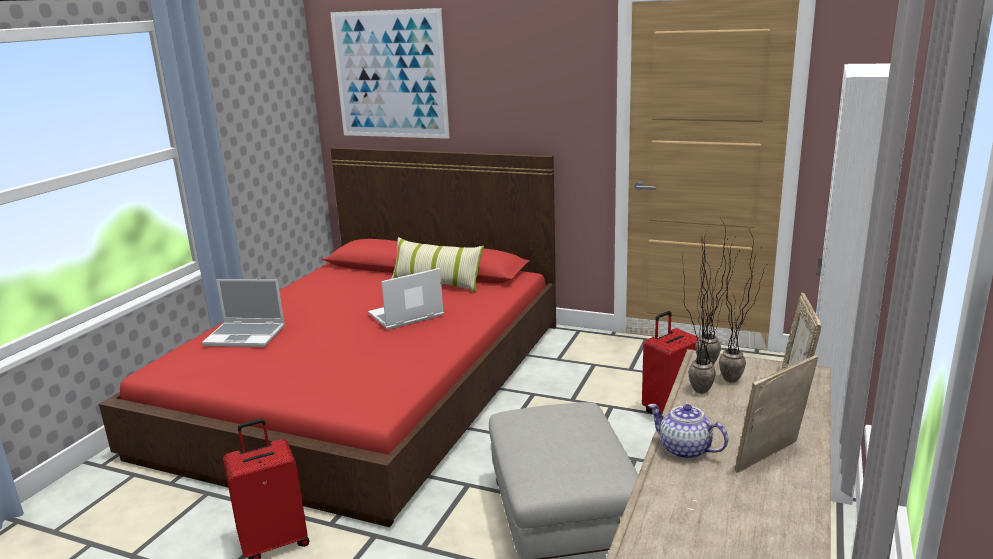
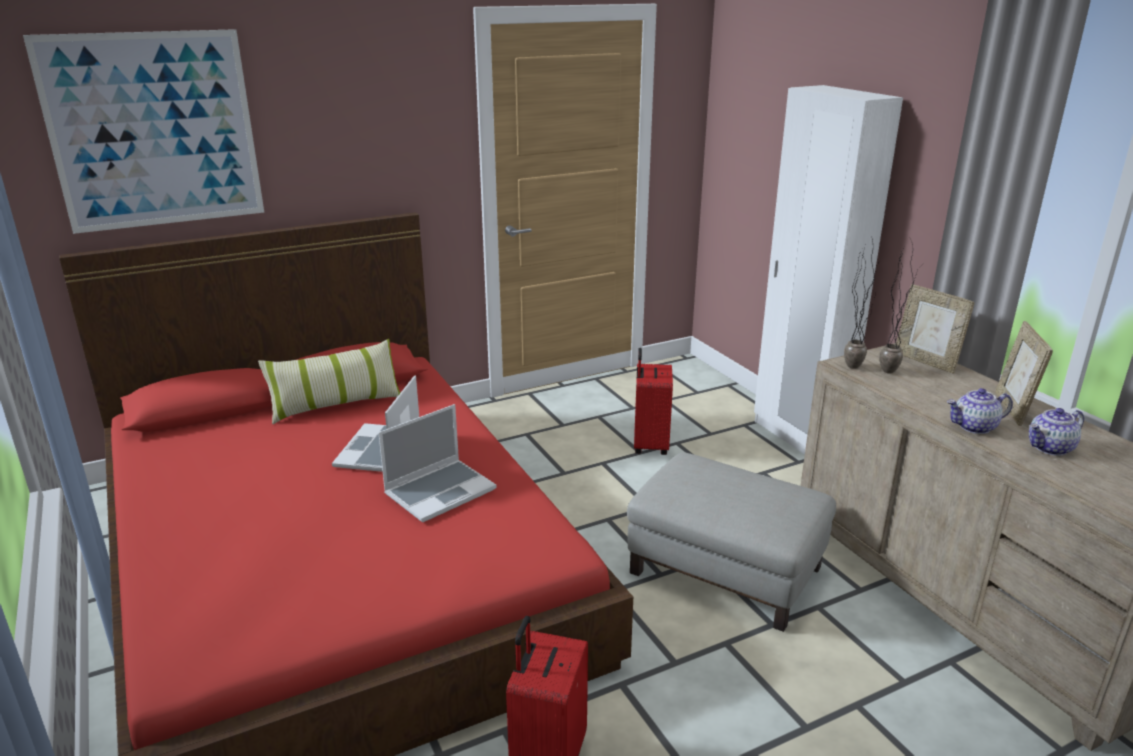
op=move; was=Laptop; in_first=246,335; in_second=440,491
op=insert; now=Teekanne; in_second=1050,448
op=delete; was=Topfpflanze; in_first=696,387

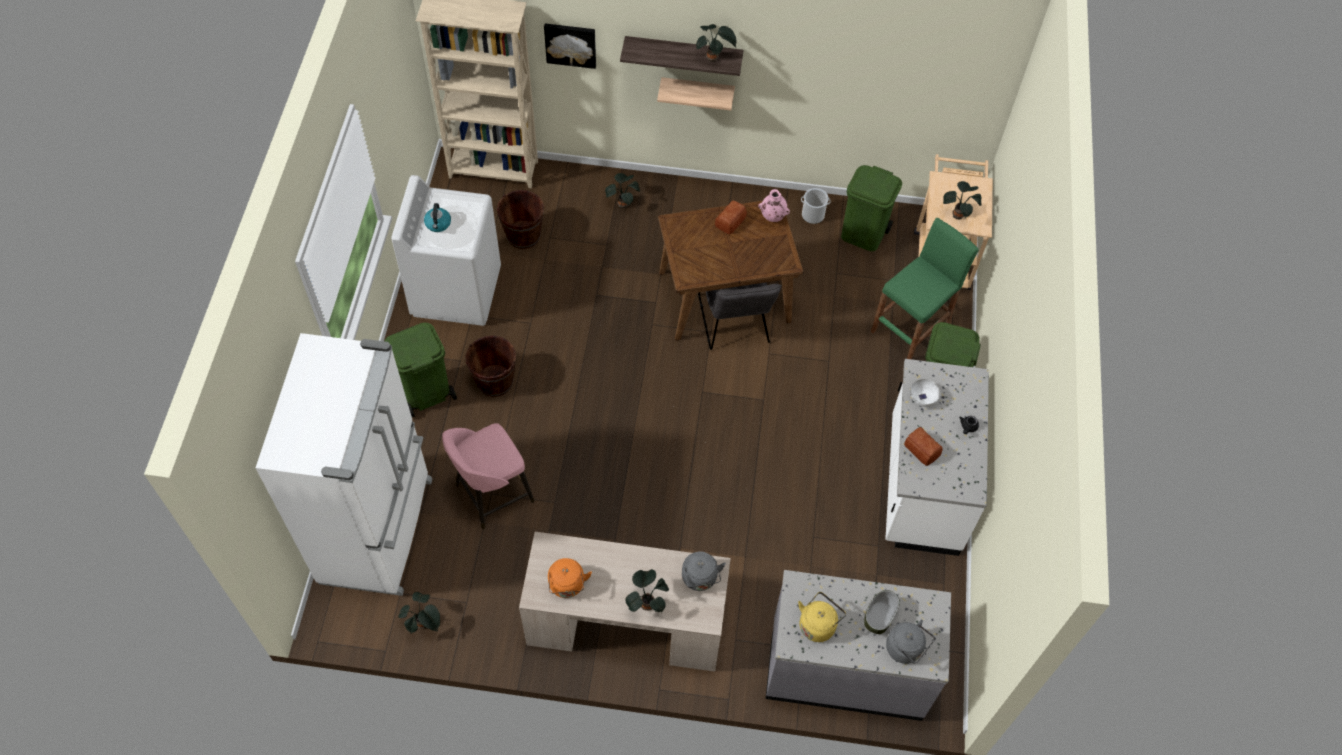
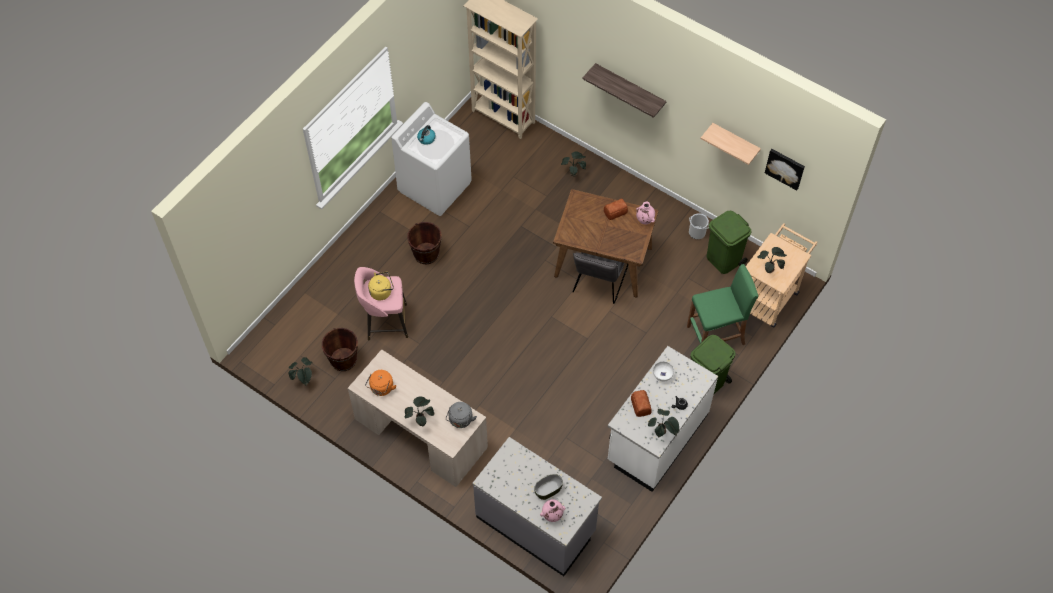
op=move; was=Eimer [braun]; in_first=523,235; in_second=343,360
op=move; was=Wasserkessel [gelb]; in_first=818,624; in_second=382,291
op=replace; was=Wasserkessel [grau]; now=Vase [rosa]; in_first=906,649; in_second=552,515
op=move; was=Topfpflanze; in_first=713,58; in_second=662,432
op=move; was=Wandregal; in_first=697,91; in_second=735,142
op=move; was=Bild; in_first=570,44; in_second=785,168
op=delete; was=Kühlschrank [weiß]; in_first=379,530
op=delete; was=Mülleimer [grün]; in_first=425,392

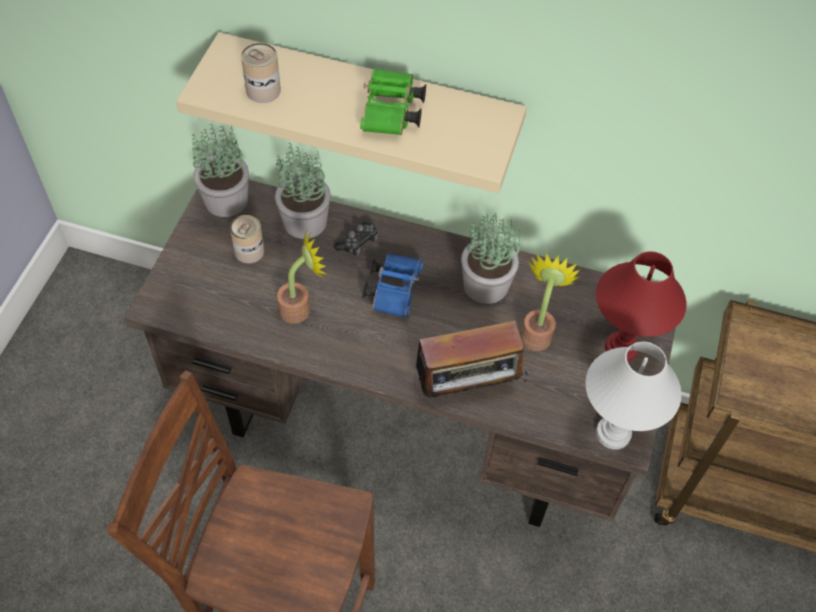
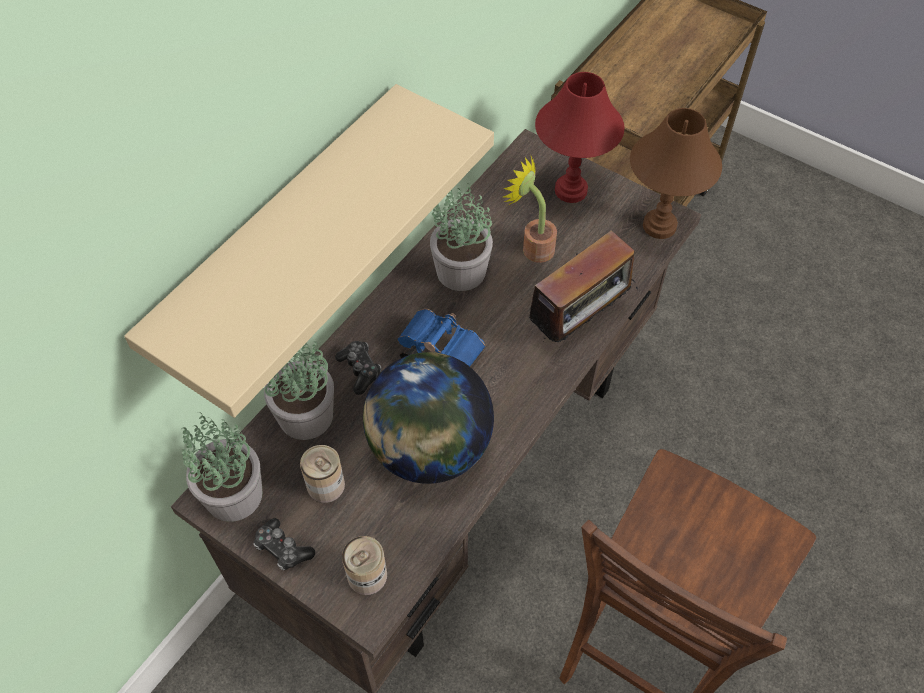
op=insert; now=Gamepad; in_second=283,549
op=move; was=Dose; in_first=263,90; in_second=367,575
op=replace; was=Topfpflanze; now=Globus; in_first=301,308; in_second=429,448
op=rotate; was=Radio; in_first=467,387; in_second=579,321; clockwise=45
op=recolor; was=Tischlampe [weiß]; now=Tischlampe [braun]; in_first=613,434; in_second=660,226
op=delete; was=Fernglas [grün]; in_first=391,115

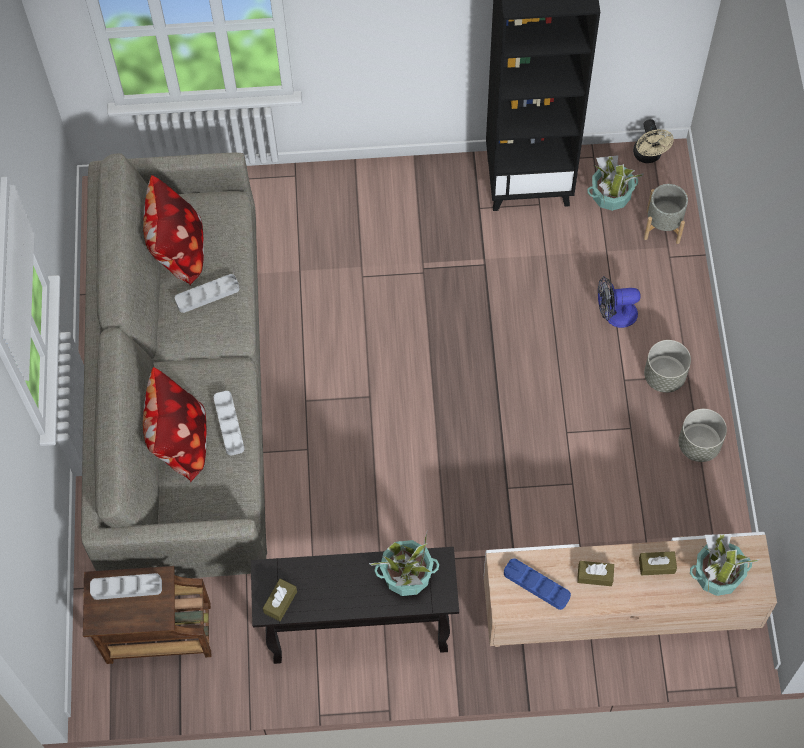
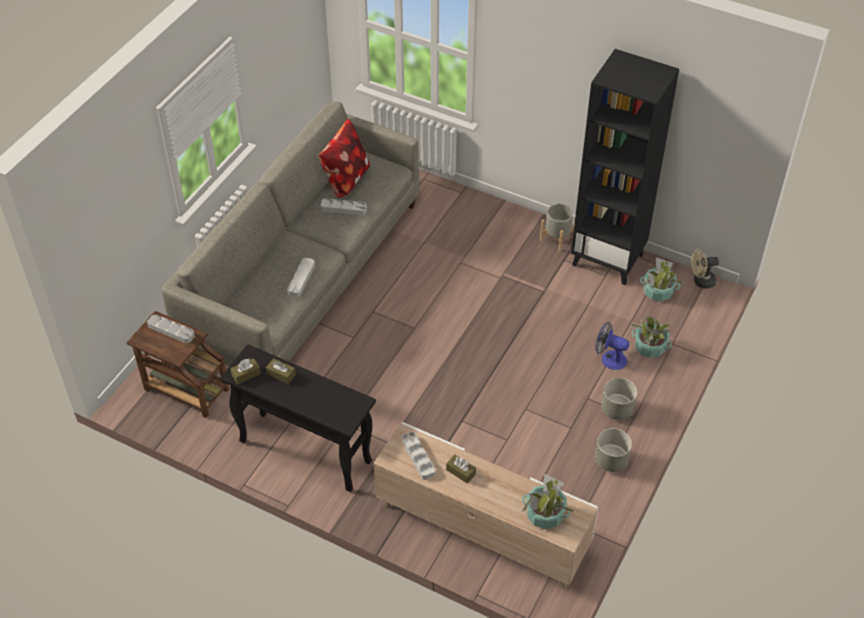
op=move; was=Taschentuchbox [braun]; in_first=656,566; in_second=281,374
op=recolor; was=Tablett [blau]; now=Tablett [grau]; in_first=536,585; in_second=418,457
op=move; was=Pflanzkübel [grau]; in_first=663,226; in_second=557,239
op=move; was=Topfpflanze; in_first=407,575; in_second=649,347
op=rotate; was=Ventilator [beige]; in_first=648,156; in_second=700,281; clockwise=60
op=delete; was=Kissen; in_first=180,442

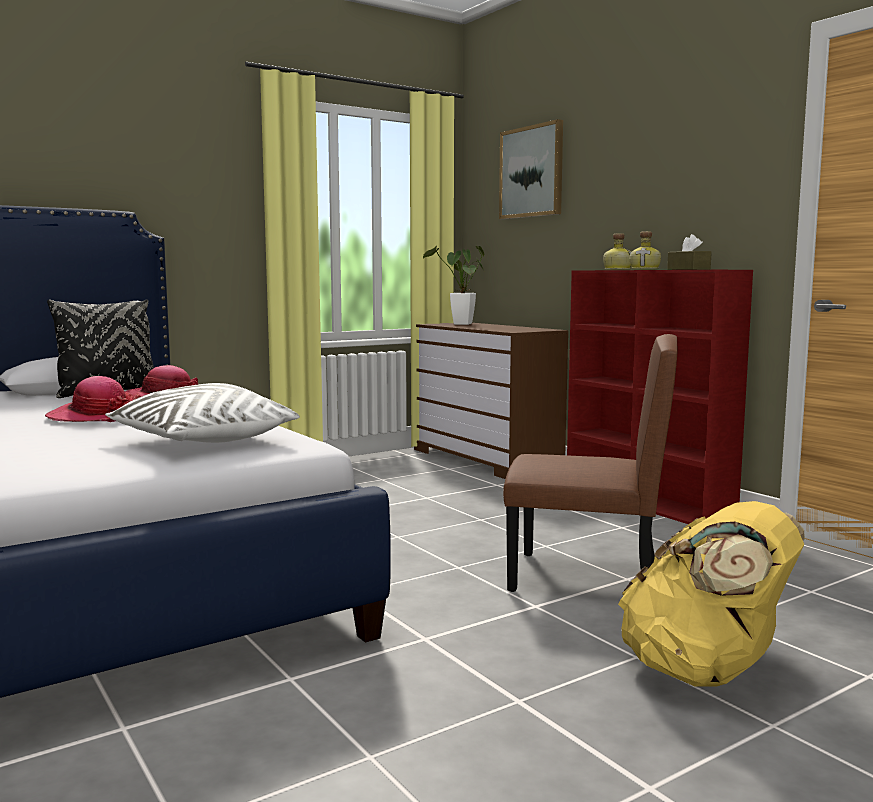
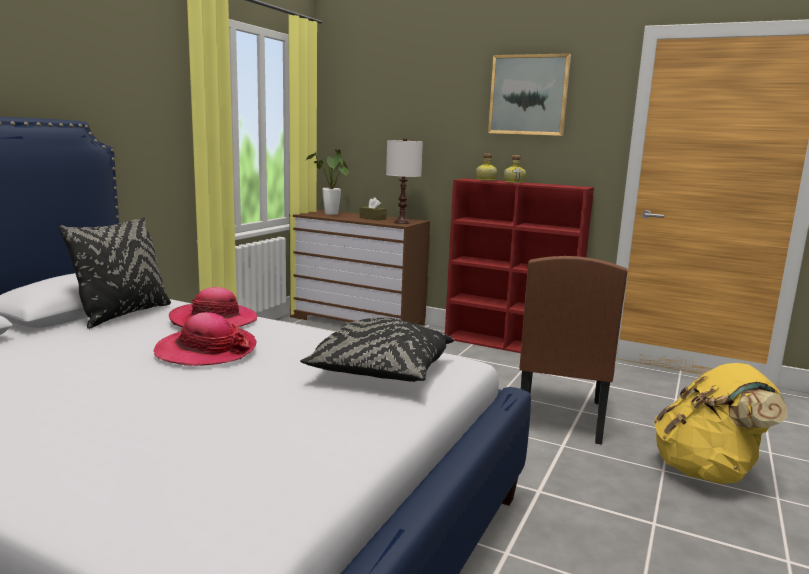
op=recolor; was=Kissen [weiß]; now=Kissen [schwarz]; in_first=202,442; in_second=381,372
op=move; was=Taschentuchbox [braun]; in_first=688,269; in_second=372,218
op=insert; now=Tischlampe [weiß]; in_second=401,222
op=move; was=Bild; in_first=532,172; in_second=528,95
op=rotate; was=Stuhl [braun]; in_first=585,579; in_second=559,416; clockwise=120

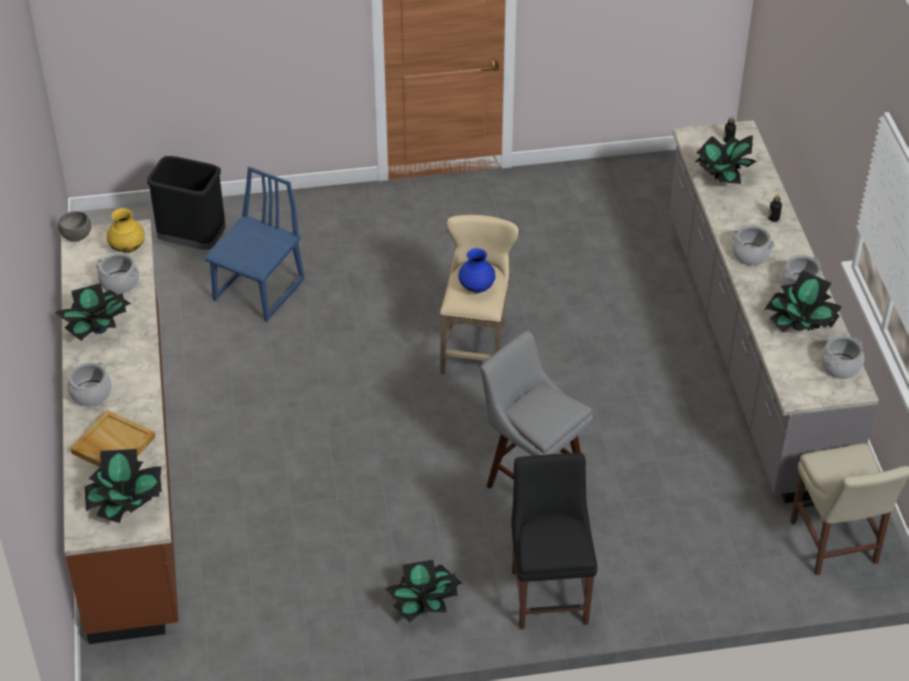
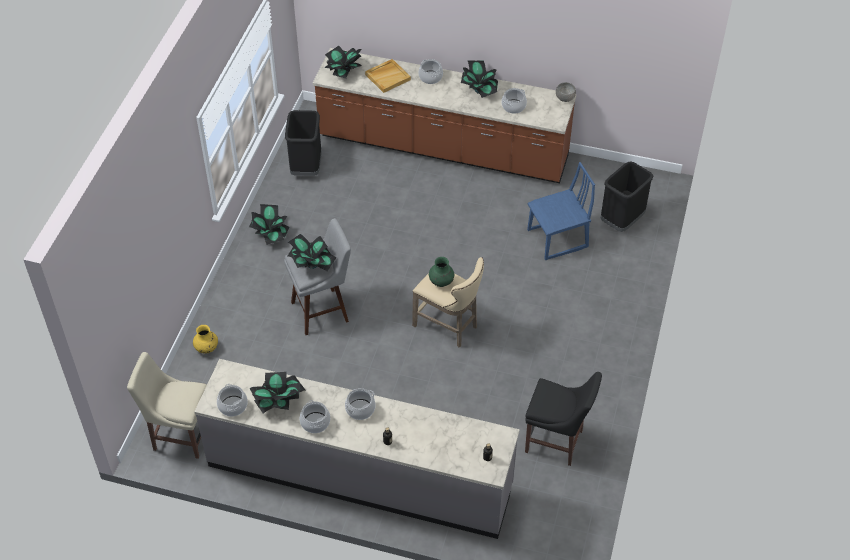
op=move; was=Vase [gelb]; in_first=128,248; in_second=207,348
op=insert; now=Mülleimer [schwarz]; in_second=306,167
op=move; was=Topfpflanze; in_first=722,177; in_second=312,265
op=recolor; was=Vase [blau]; now=Vase [grün]; in_first=476,288; in_second=441,282
op=move; was=Stuhl [schwarz]; in_first=549,593; in_second=557,442
op=rotate; was=Stuhl [blau]; in_first=259,290; in_second=557,239; clockwise=-75

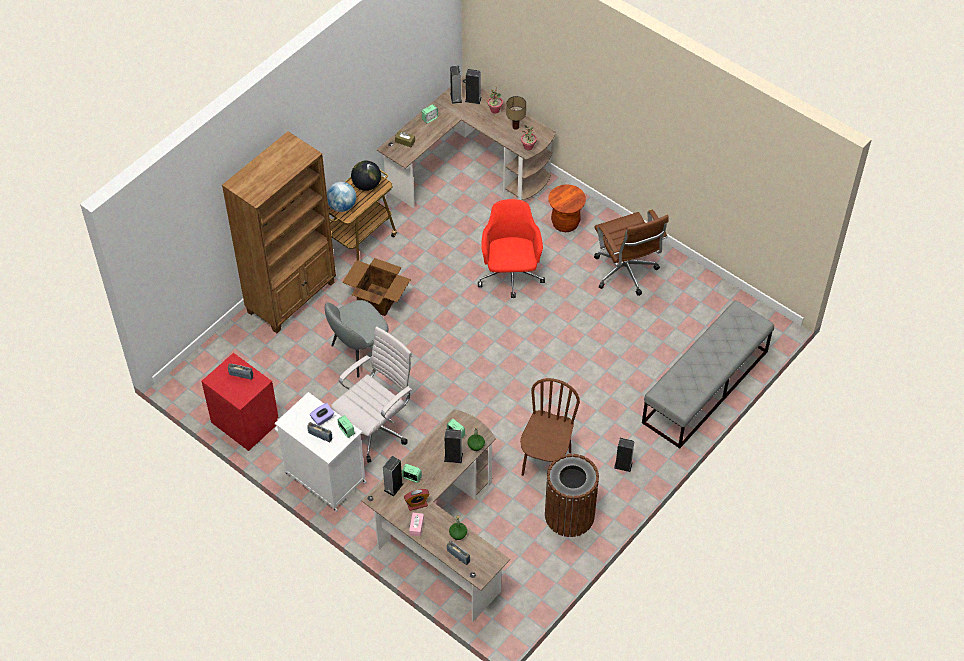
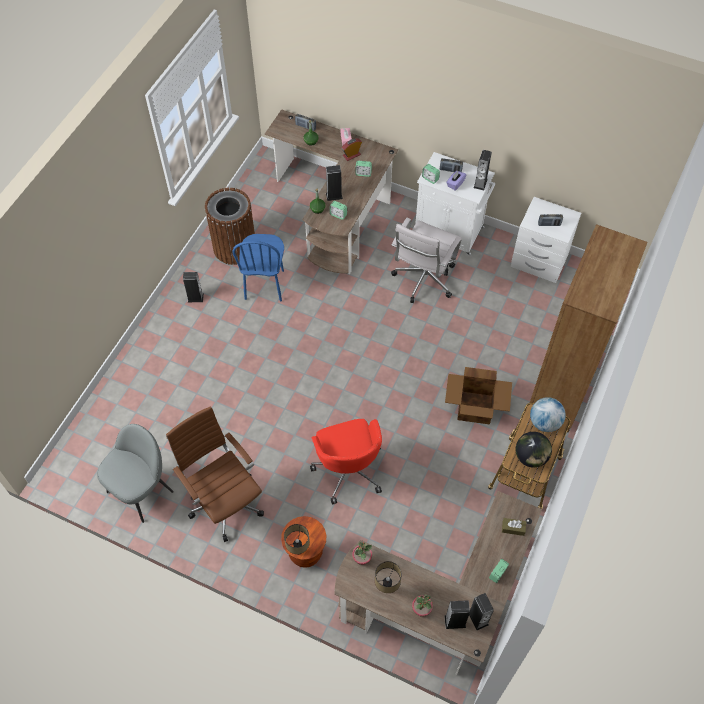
op=move; was=Stuhl [grau]; in_first=359,352; in_second=141,490
op=recolor; was=Stuhl [braun]; now=Stuhl [blau]; in_first=545,463; in_second=264,285
op=insert; now=Tischlampe; in_second=298,550
op=move; was=Lautsprecher; in_first=393,487; in_second=480,183
op=recolor; was=Nachttisch [rot]; now=Nachttisch [weiß]; in_first=245,422; in_second=538,262
op=delete; was=Bank [grau]; in_first=705,387

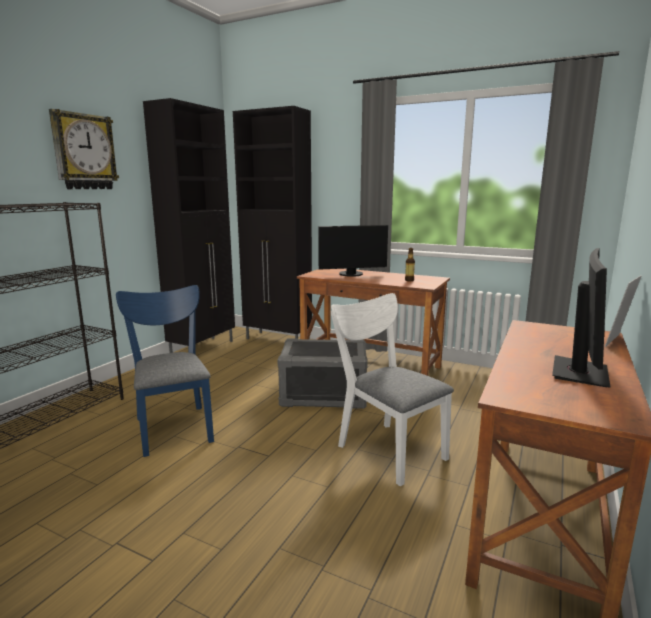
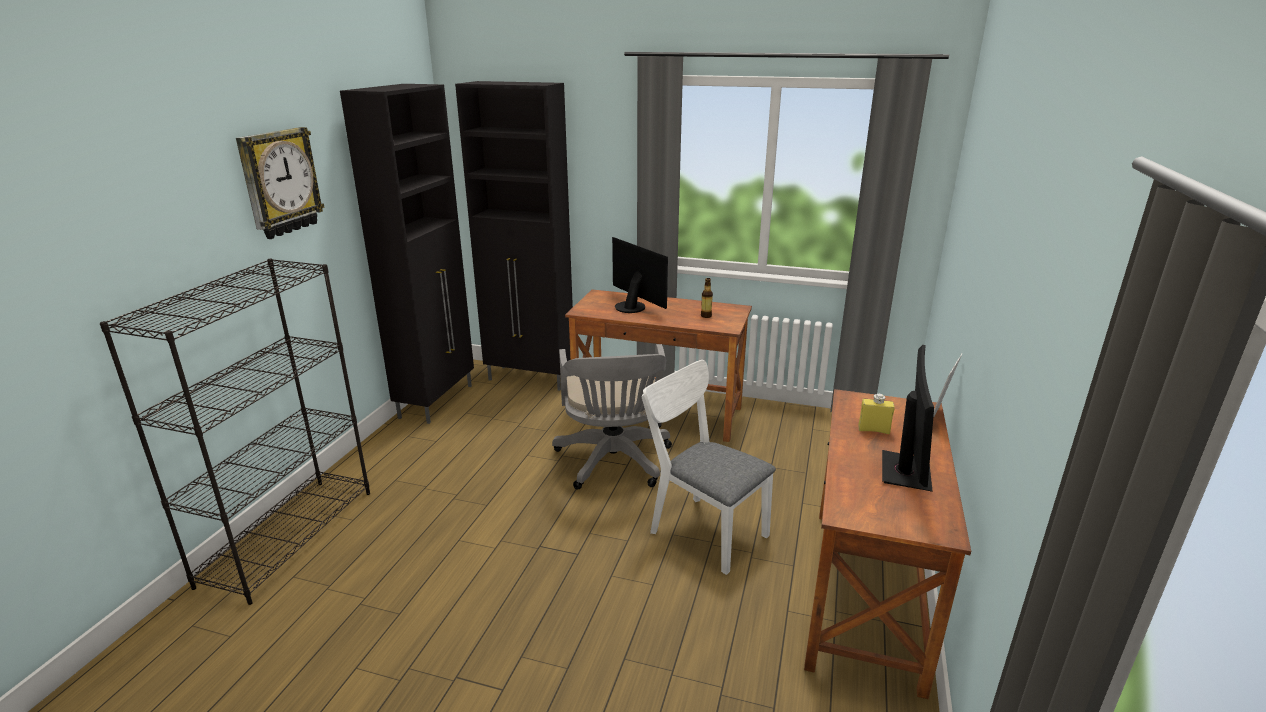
op=replace; was=Aufbewahrungsbox [grau]; now=Bürostuhl [grau]; in_first=323,395; in_second=614,463
op=rotate; was=Monitor; in_first=351,274; in_second=633,306; clockwise=-105
op=insert; now=Flasche [gelb]; in_second=873,430
op=delete; was=Stuhl [blau]; in_first=173,426

